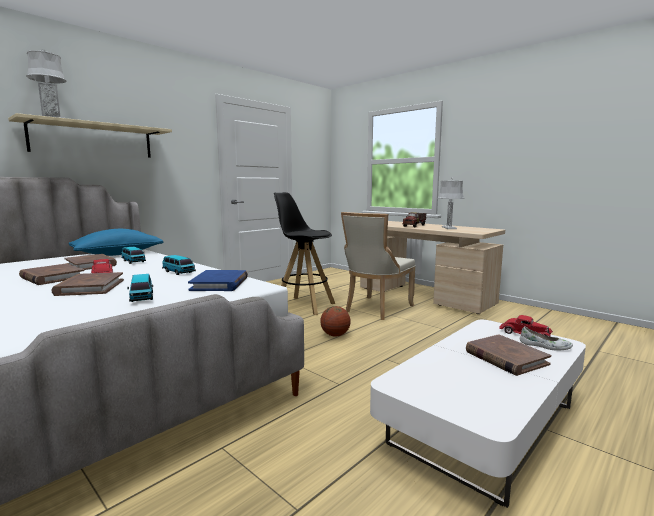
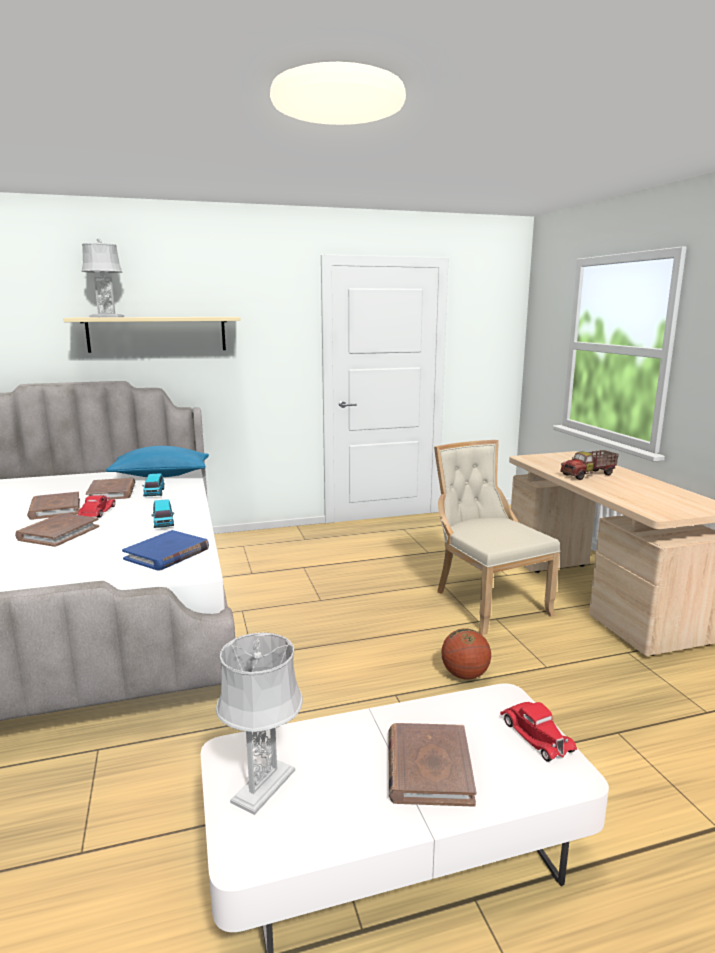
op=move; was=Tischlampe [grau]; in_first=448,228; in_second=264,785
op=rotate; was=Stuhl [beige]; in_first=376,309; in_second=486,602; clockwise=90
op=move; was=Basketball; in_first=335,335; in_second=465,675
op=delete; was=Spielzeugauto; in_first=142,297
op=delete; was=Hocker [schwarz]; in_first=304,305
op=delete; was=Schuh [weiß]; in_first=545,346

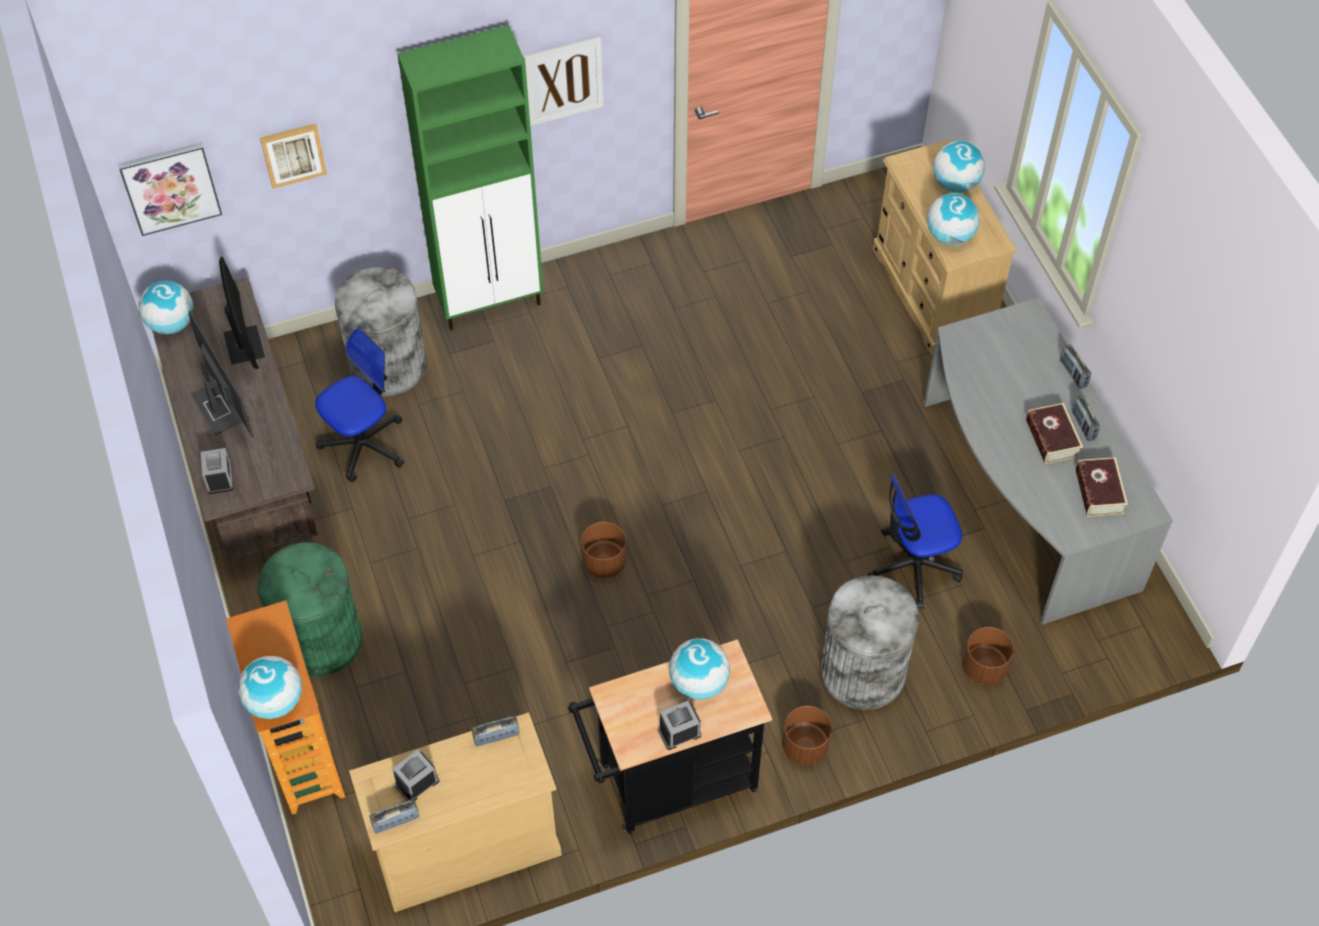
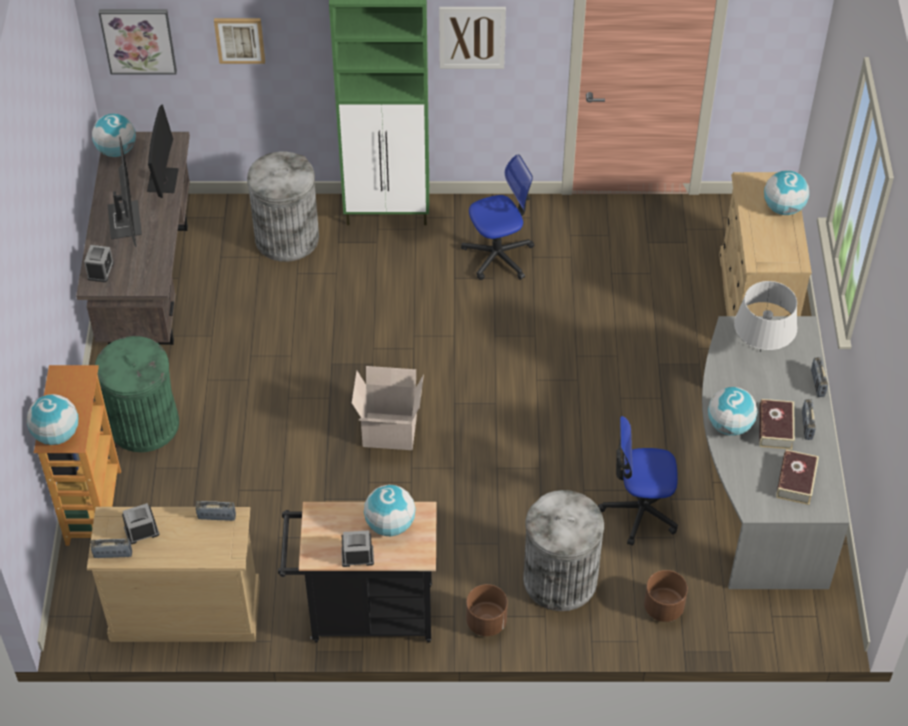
op=replace; was=Pflanzkübel [braun]; now=Karton; in_first=604,562; in_second=388,433
op=move; was=Bürostuhl; in_first=364,444; in_second=498,255
op=move; was=Globus; in_first=950,236; in_second=729,425
op=insert; now=Tischlampe [grau]; in_second=760,351

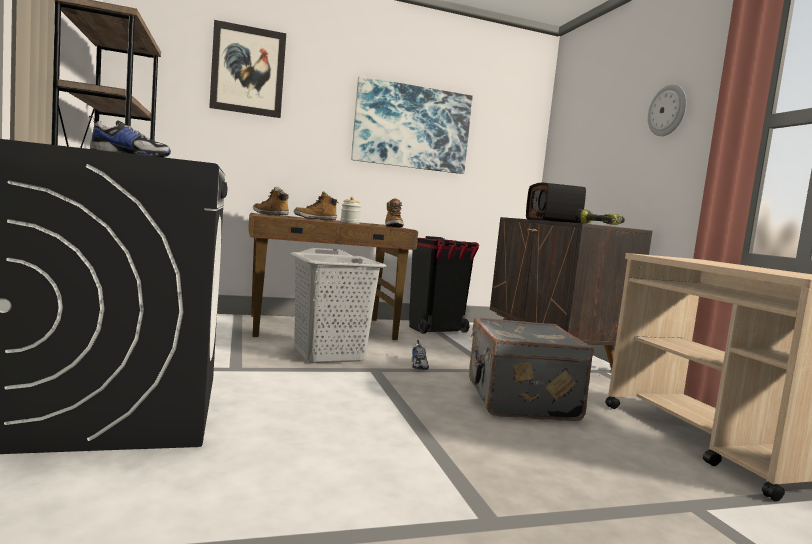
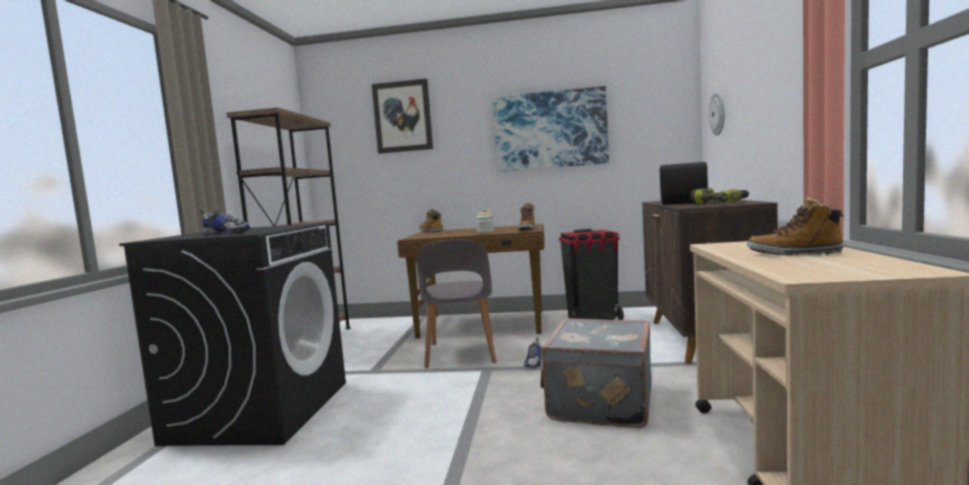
op=replace; was=Wäschekorb [grau]; now=Stuhl [grau]; in_first=328,355; in_second=461,354
op=move; was=Wanduhr; in_first=667,111; in_second=718,113
op=move; was=Stiefel; in_first=315,219; in_second=794,253

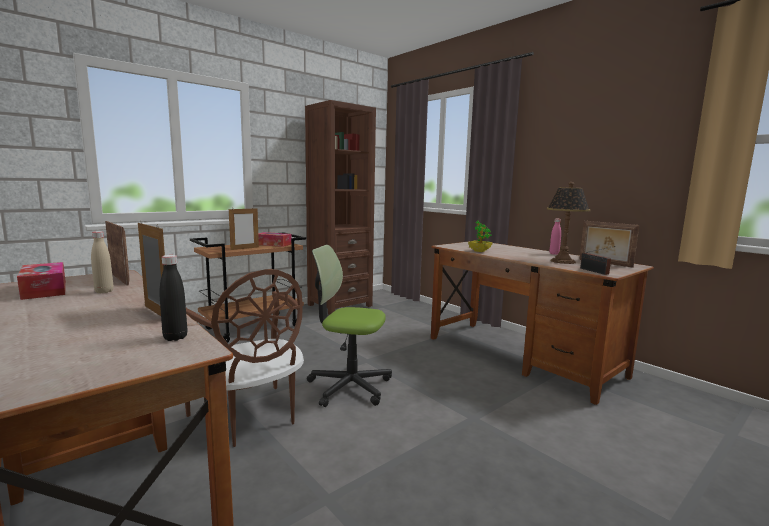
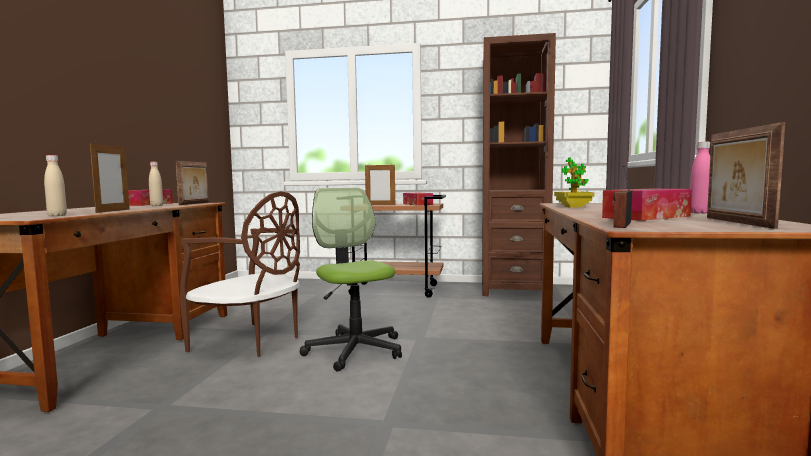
op=recolor; was=Flasche [schwarz]; now=Flasche [beige]; in_first=175,337; in_second=57,215
op=rotate; was=Stuhl [braun]; in_first=249,417; in_second=251,342; clockwise=-75
op=replace; was=Tischlampe; now=Taschentuchbox; in_first=562,261; in_second=646,217

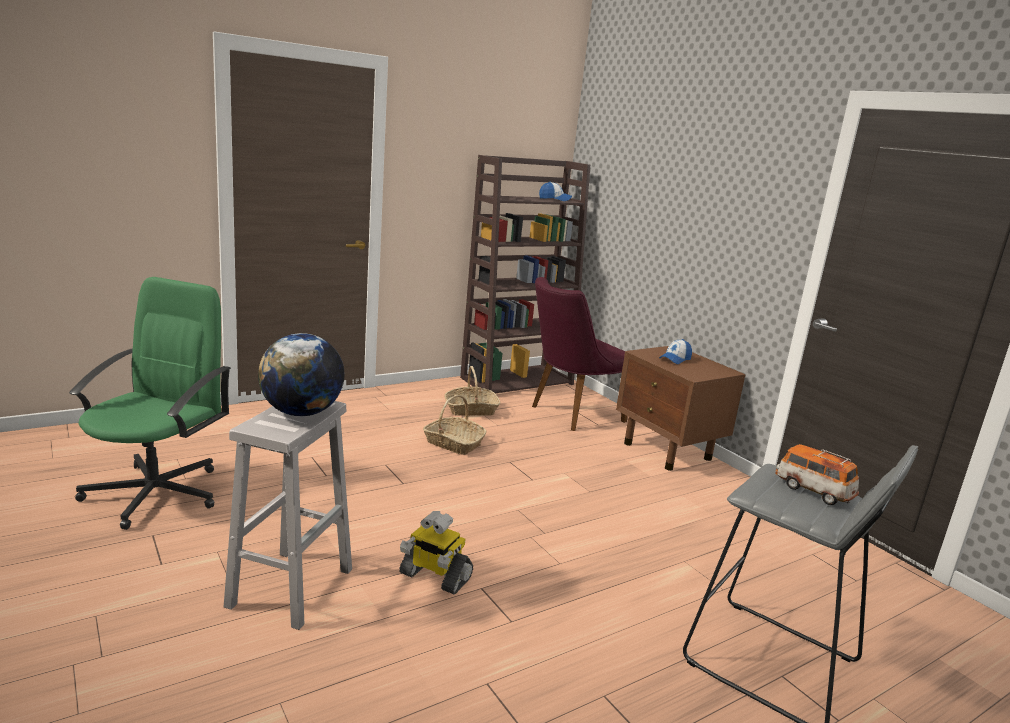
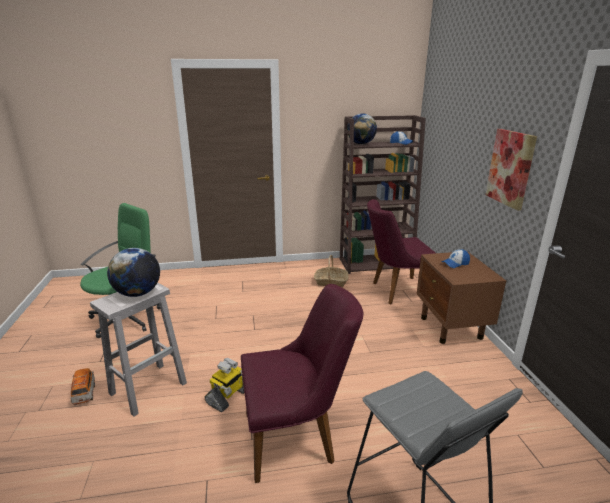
op=move; was=Spielzeugauto; in_first=813,491; in_second=84,393
op=rotate; was=Spielzeugroboter; in_first=434,576; in_second=228,397; clockwise=-105
op=insert; now=Stuhl [lila]; in_second=297,437
op=insert; now=Globus; in_second=361,144
op=insert; now=Bild; in_second=510,168
op=delete; was=Korb; in_first=453,443

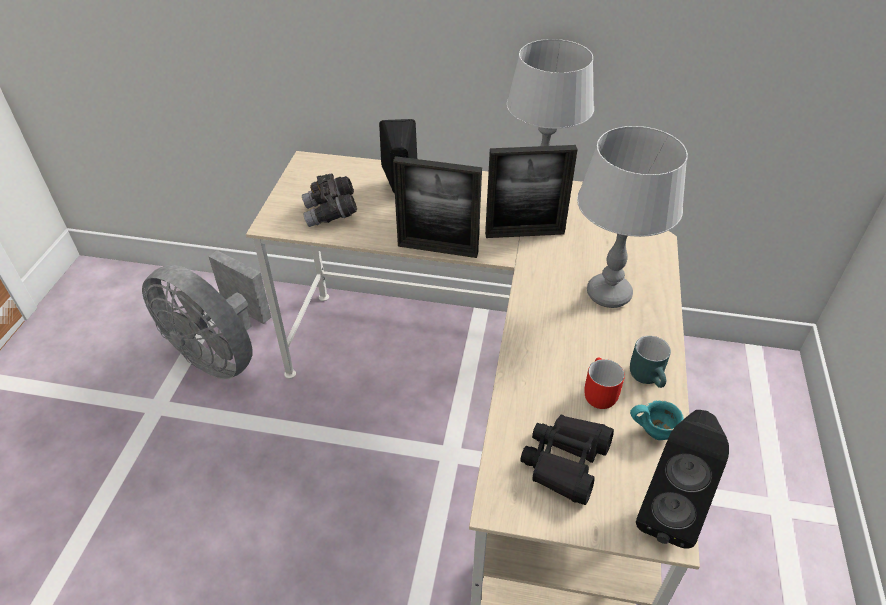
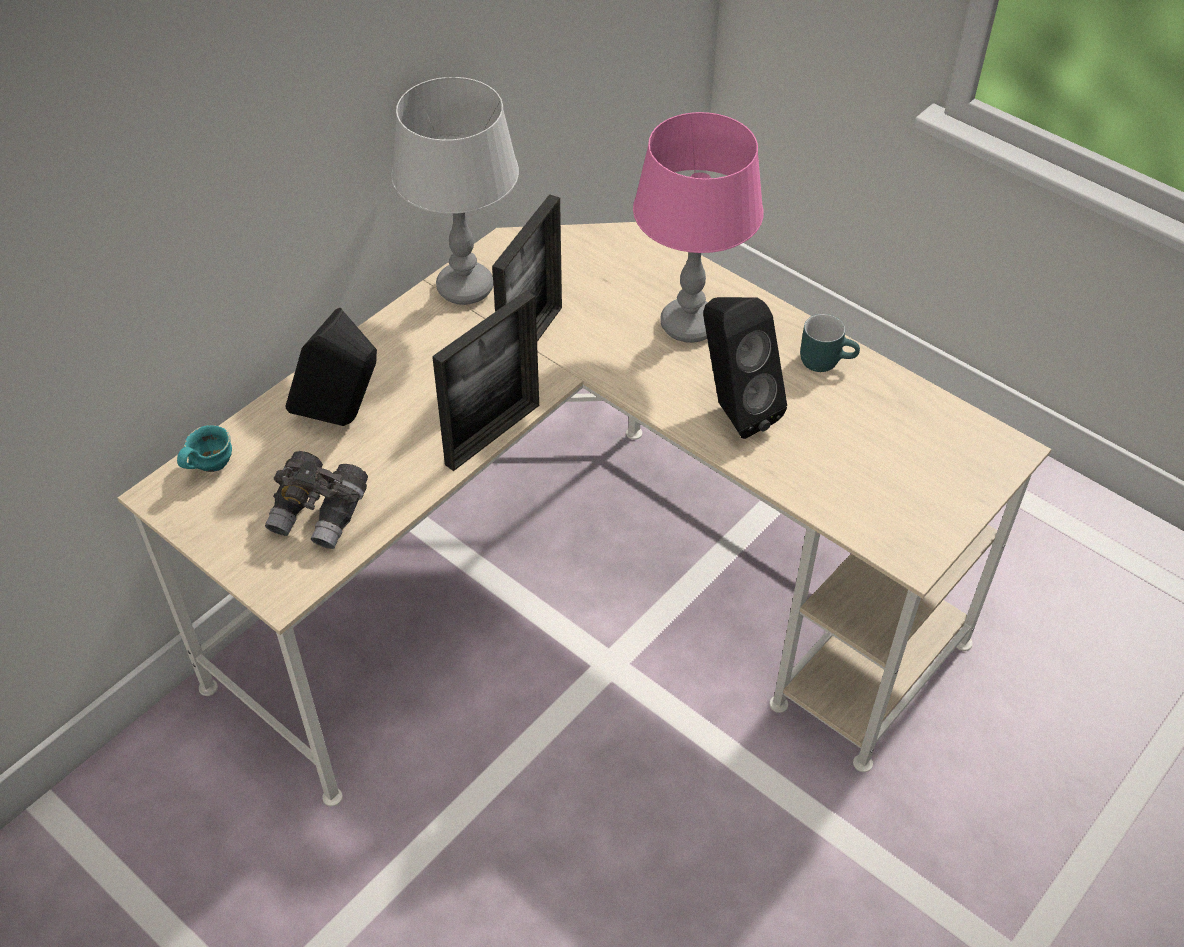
op=move; was=Henkelbecher [türkis]; in_first=652,430; in_second=209,466
op=recolor; was=Tischlampe [grau]; now=Tischlampe [rosa]; in_first=609,294; in_second=689,325
op=move; was=Lautsprecher [schwarz]; in_first=669,510; in_second=733,410
op=delete; was=Ventilator [grau]; in_first=221,353
op=delete; was=Fernglas [schwarz]; in_first=565,462
op=delete; was=Henkelbecher [rot]; in_first=596,392

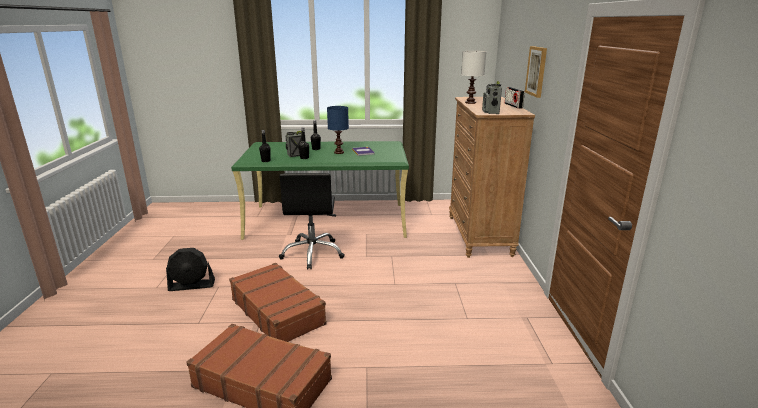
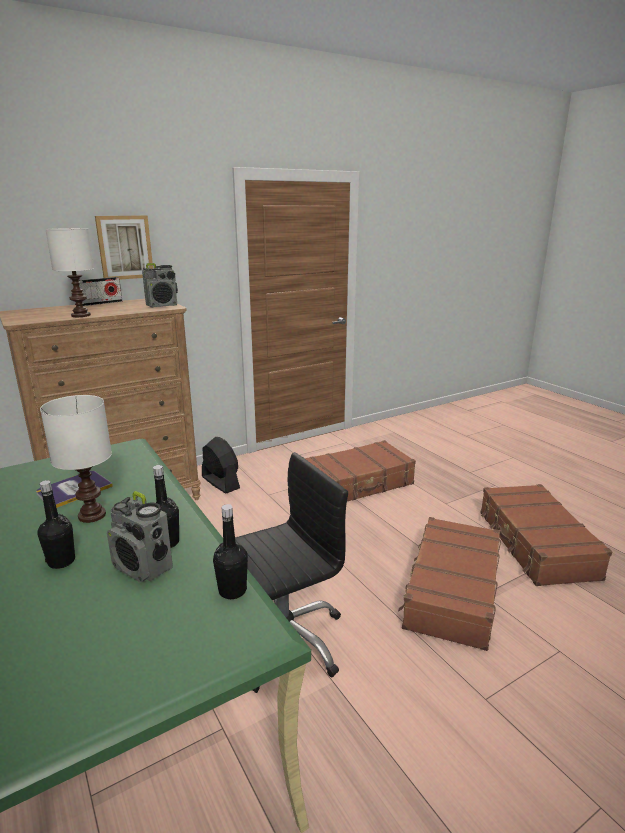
op=recolor; was=Tischlampe [blau]; now=Tischlampe [weiß]; in_first=338,152; in_second=91,516
op=move; was=Ventilator [schwarz]; in_first=192,285; in_second=220,482
op=insert; now=Koffer [braun]; in_second=357,484

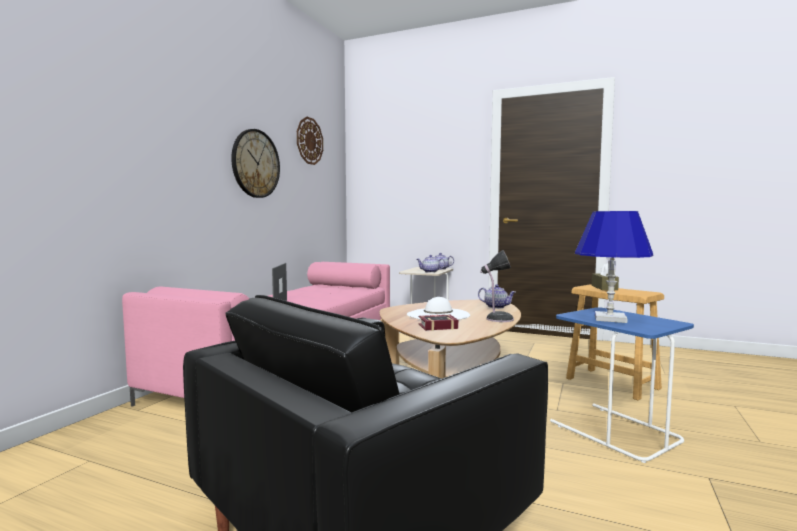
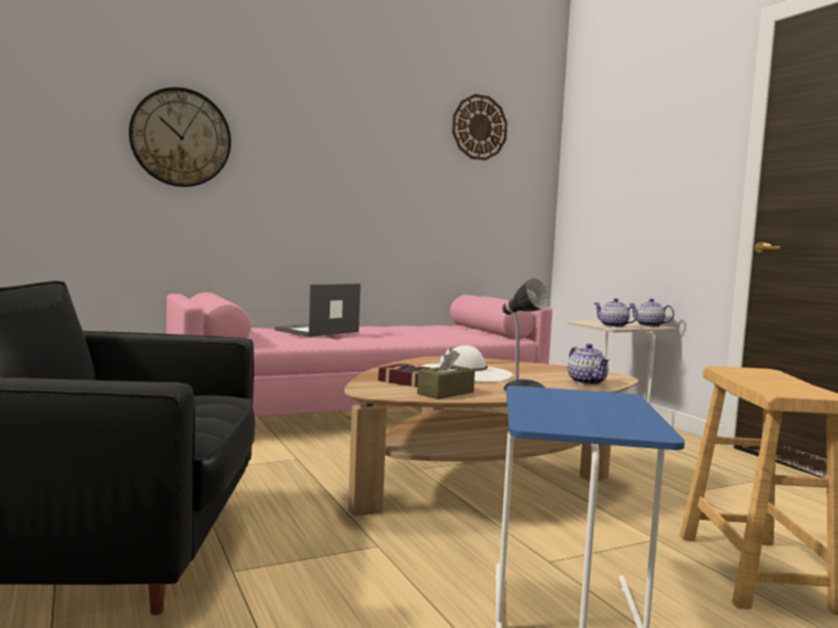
op=move; was=Wanduhr; in_first=255,163; in_second=181,138
op=move; was=Taschentuchbox [braun]; in_first=604,288; in_second=445,393
op=delete; was=Tischlampe [blau]; in_first=610,318

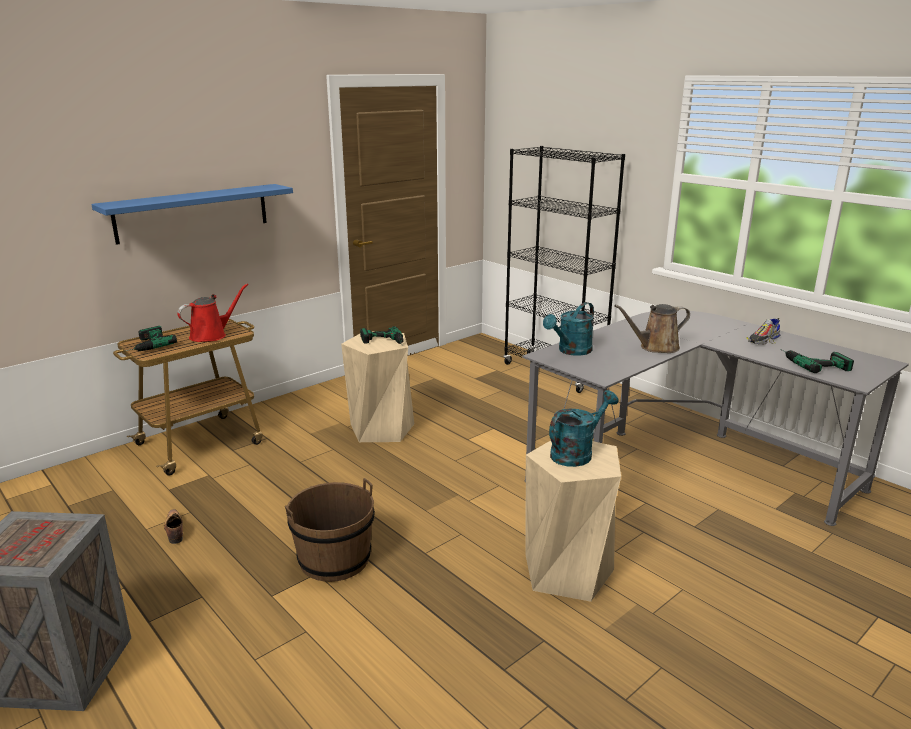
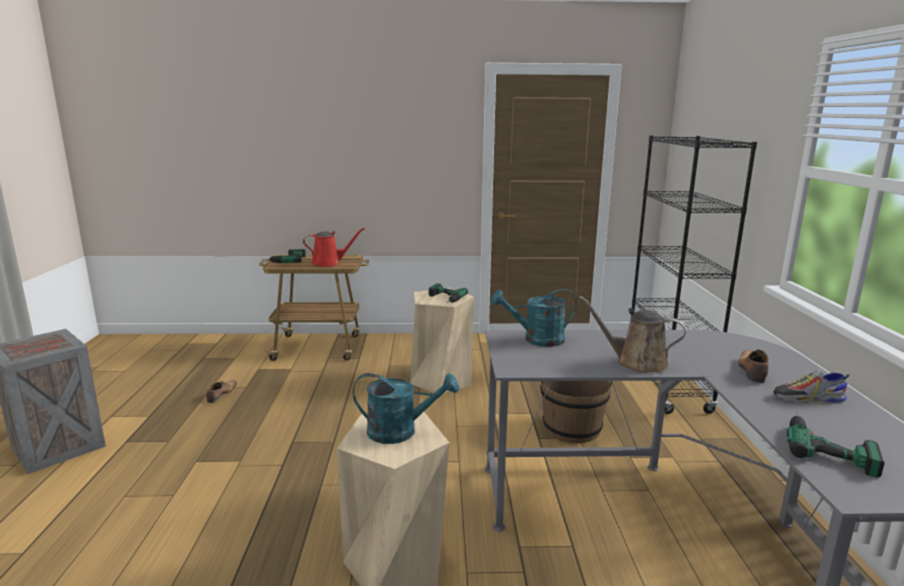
op=move; was=Eimer [braun]; in_first=334,559; in_second=572,428
op=insert; now=Schuh; in_second=751,371
op=delete; was=Wandregal [blau]; in_first=193,213

